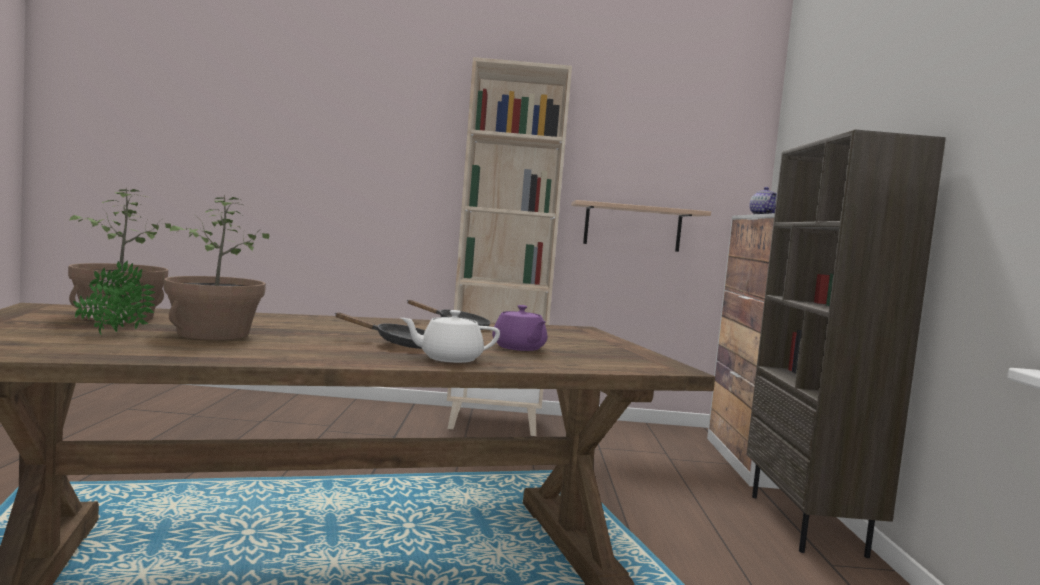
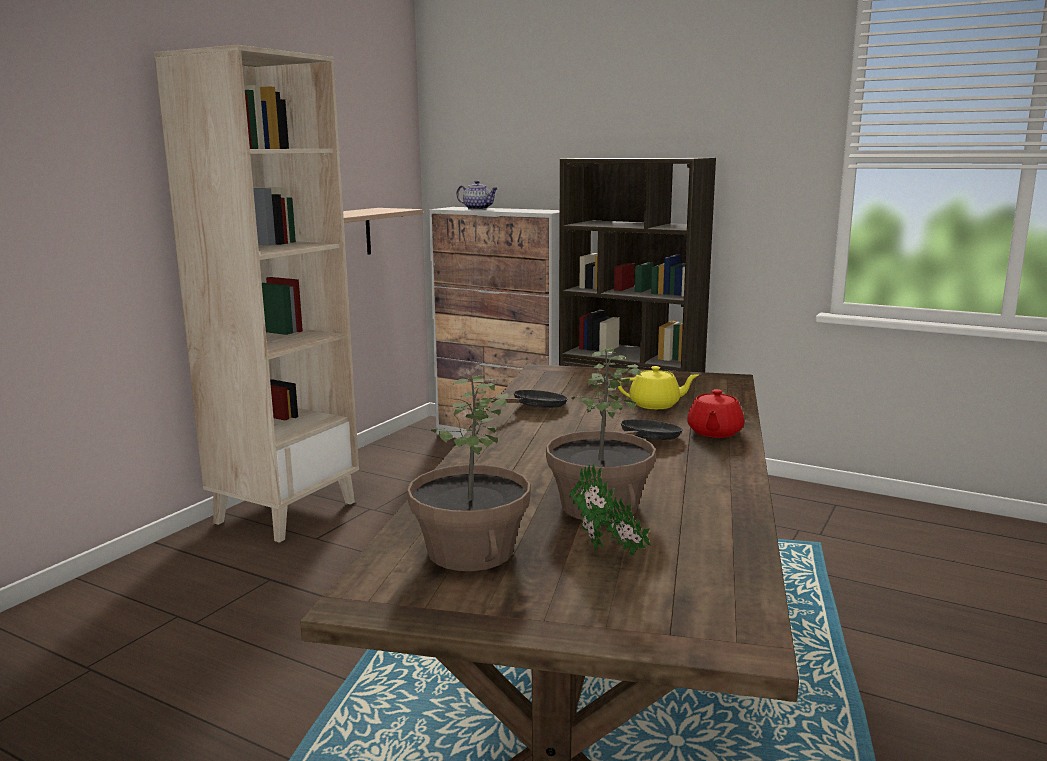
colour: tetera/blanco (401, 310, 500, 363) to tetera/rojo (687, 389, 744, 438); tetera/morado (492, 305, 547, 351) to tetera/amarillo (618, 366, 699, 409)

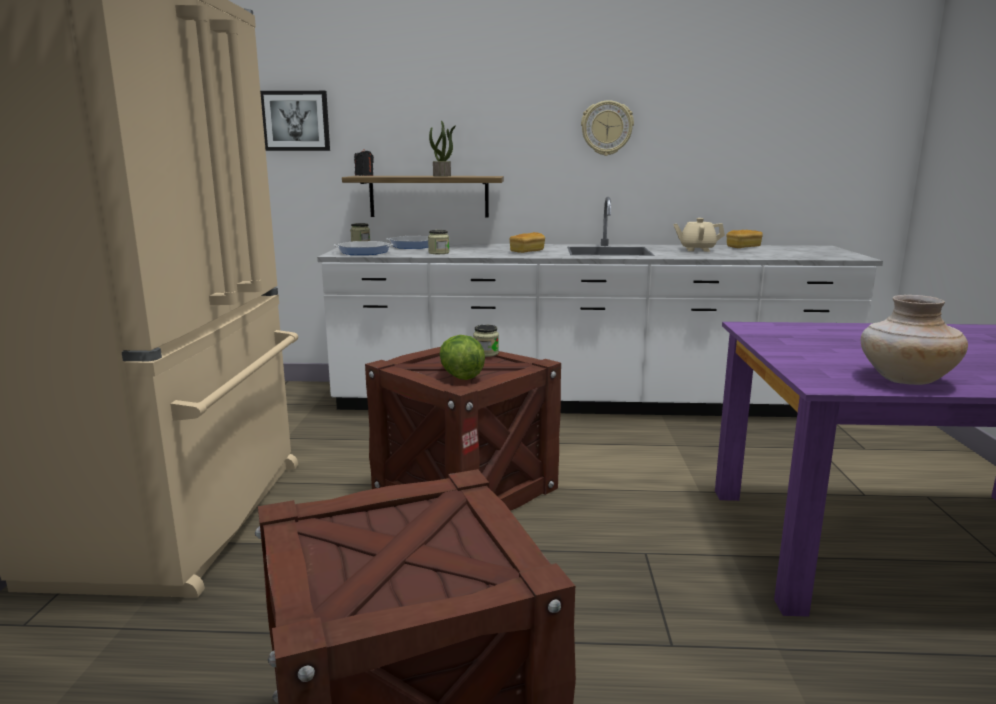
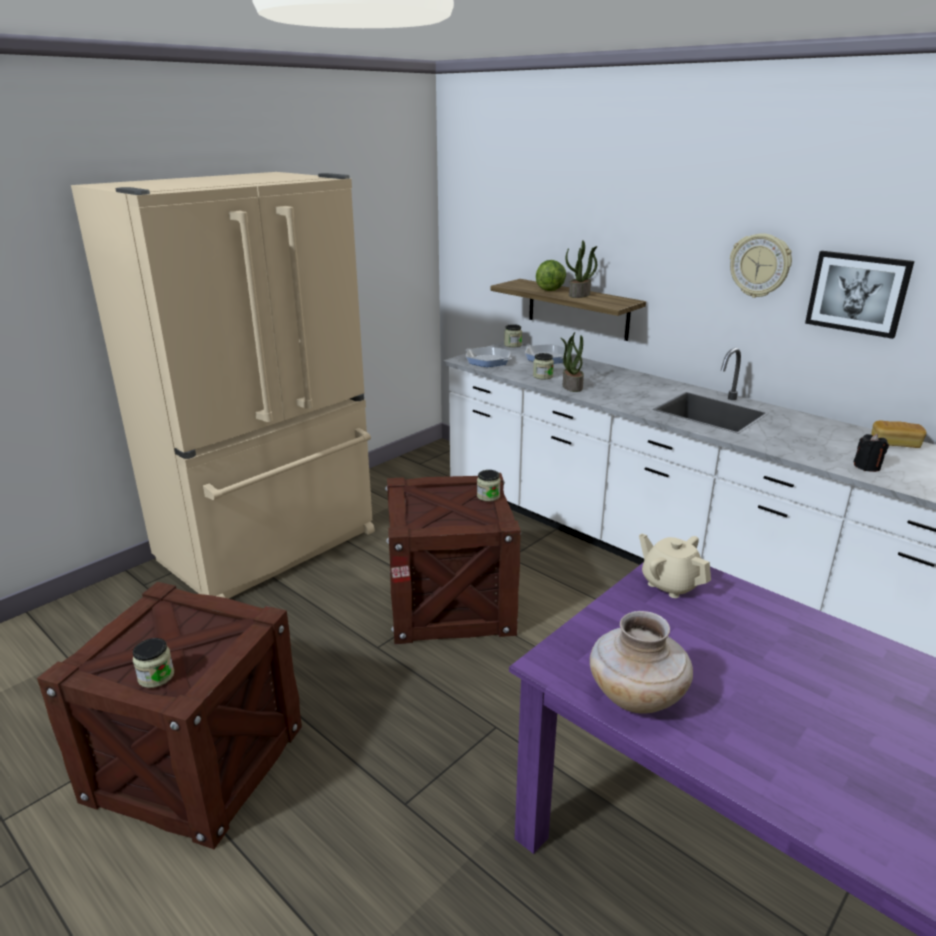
missing: pan (510, 232, 545, 253)
appeared: tarro (133, 638, 174, 688); planta en maceta (561, 332, 584, 392)
relocated: cuadro (260, 91, 330, 151) to (805, 251, 914, 339); vela/negro (354, 149, 374, 176) to (853, 434, 889, 472); lechuga (440, 335, 485, 380) to (536, 260, 566, 291); tetera/beis (673, 218, 725, 252) to (639, 534, 711, 598)

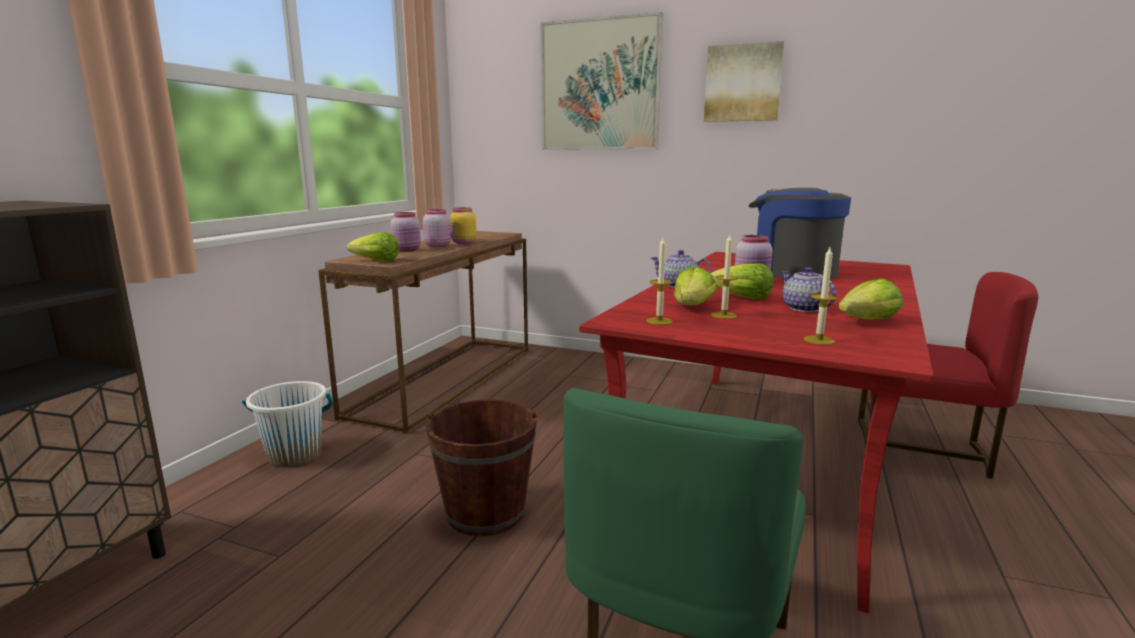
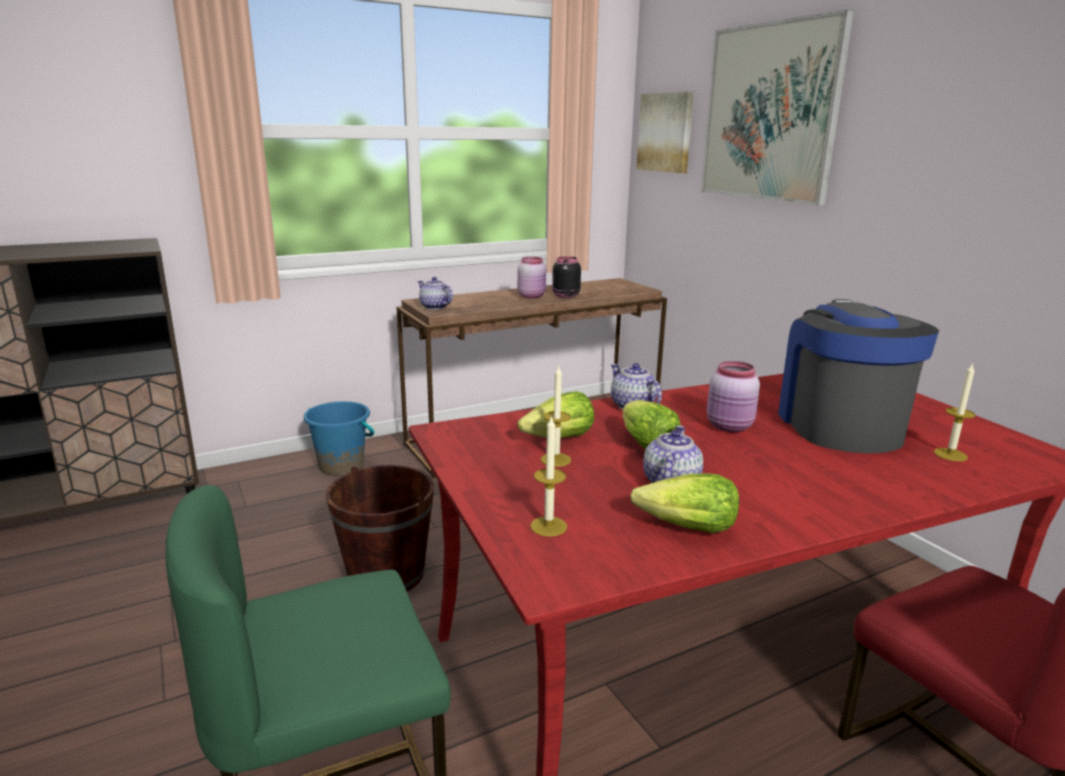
missing: tarro/rosa (391, 212, 421, 252)
relocated: vela (646, 238, 673, 325) to (934, 363, 976, 461); cuadro (704, 41, 784, 122) to (636, 91, 694, 173)
exchanged: lechuga (347, 232, 400, 261) to tetera (417, 277, 453, 310)
colour: cubo/blanco (242, 381, 332, 467) to cubo/azul (304, 401, 374, 476); tarro/amarillo (450, 207, 476, 244) to tarro/negro (552, 256, 581, 298)

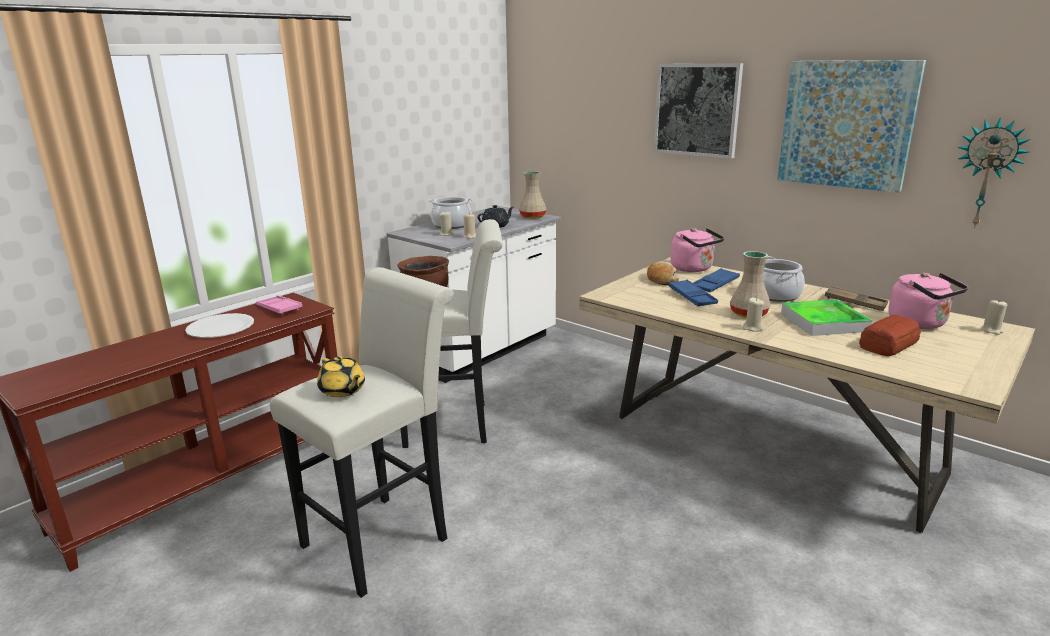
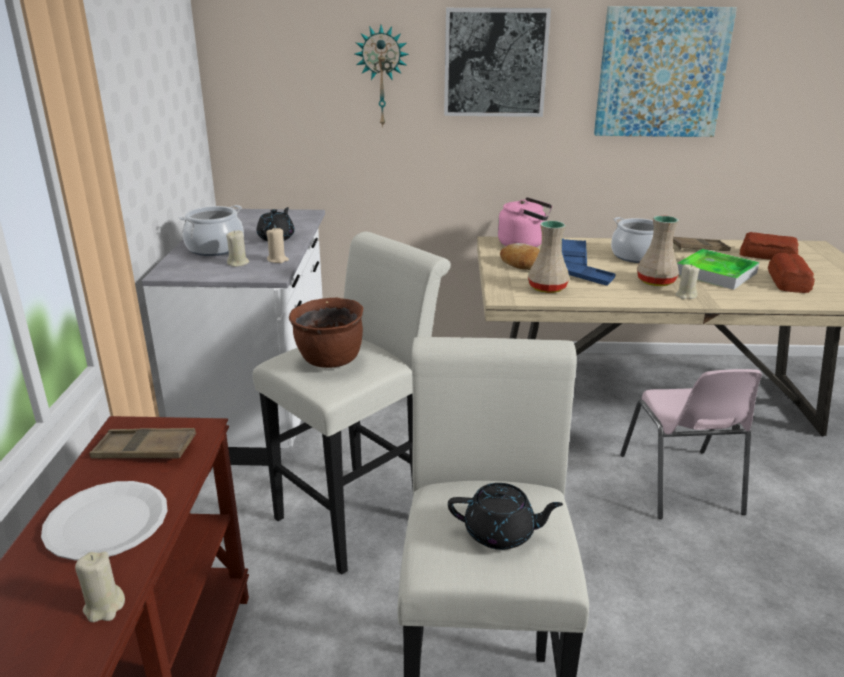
appeared: silla/rosa (620, 369, 762, 519)
relocated: florero/beis (519, 171, 547, 219) to (528, 221, 570, 293); reloj de pared (957, 117, 1030, 228) to (355, 25, 409, 128); vela/beis (981, 299, 1007, 335) to (75, 552, 125, 622)
exchanged: hervidor/rosa (888, 273, 968, 329) to pan (739, 232, 799, 260)
colour: bandeja/rosa (256, 295, 302, 315) to bandeja/marrón (89, 428, 196, 459); tetera/amarillo (317, 356, 365, 397) to tetera/negro (448, 483, 563, 550)

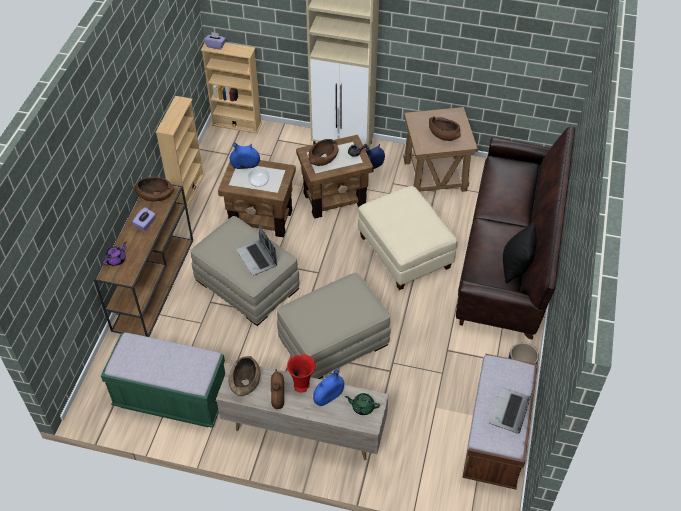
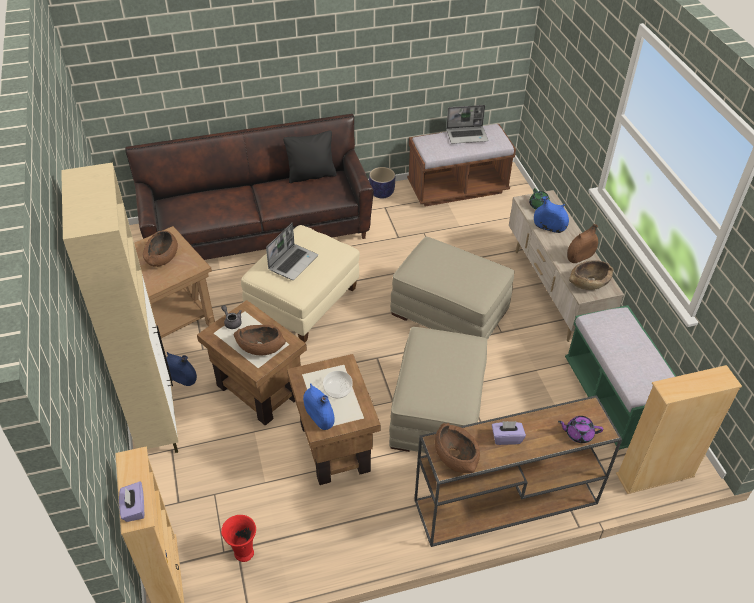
relocated: estantería/beis (156, 96, 205, 210) to (616, 365, 742, 494); portátil (236, 223, 277, 276) to (266, 223, 318, 280); florero/rojo (287, 354, 316, 393) to (221, 515, 256, 562)

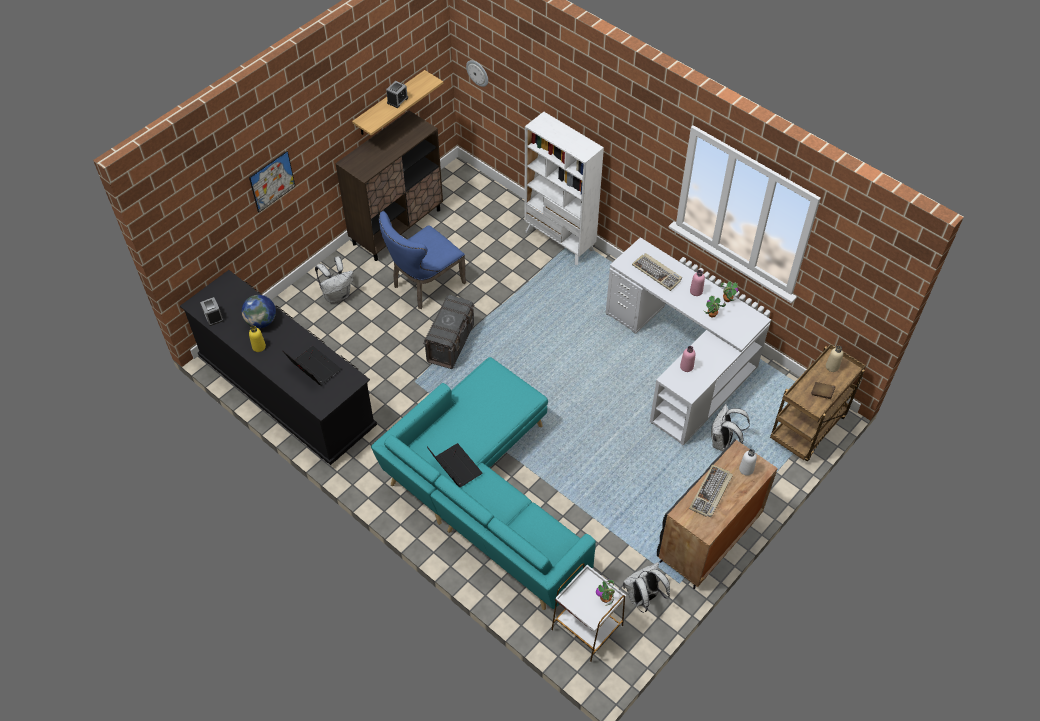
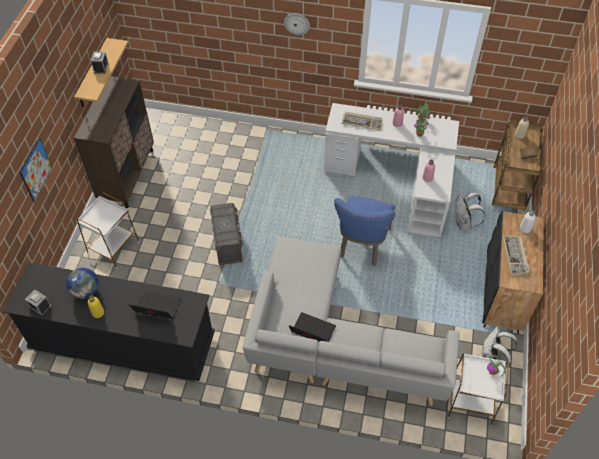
missing: estantería/blanco (524, 112, 604, 265)
relocated: silla/azul (379, 211, 466, 309) to (334, 195, 395, 266); reloj de pared (466, 60, 488, 87) to (284, 13, 310, 35)
exchanged: mochila/blanco (315, 256, 354, 303) to mesa auxiliar/blanco (76, 192, 139, 268)
colour: sofá/turquesa (371, 357, 596, 610) to sofá/gris (243, 237, 460, 406)

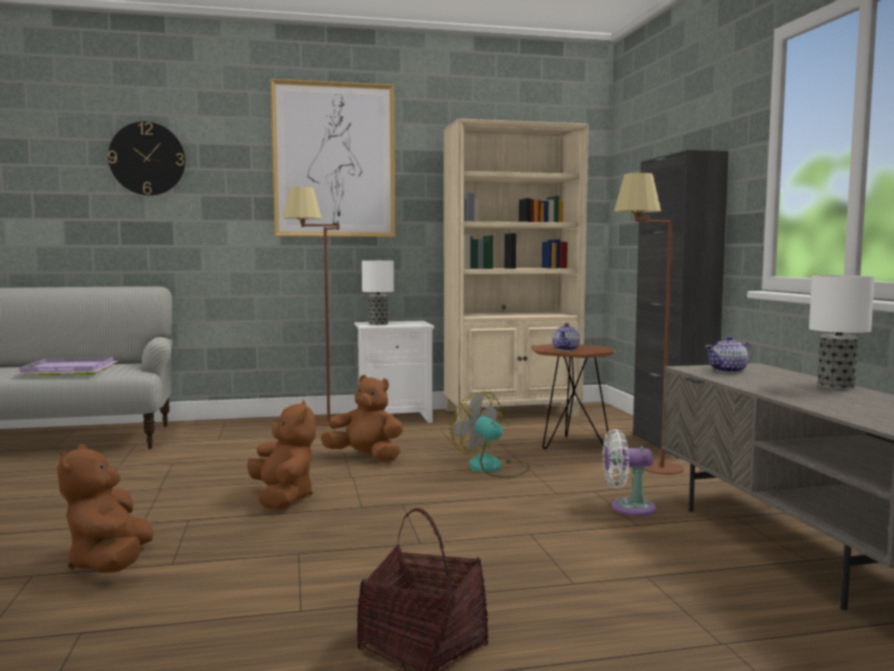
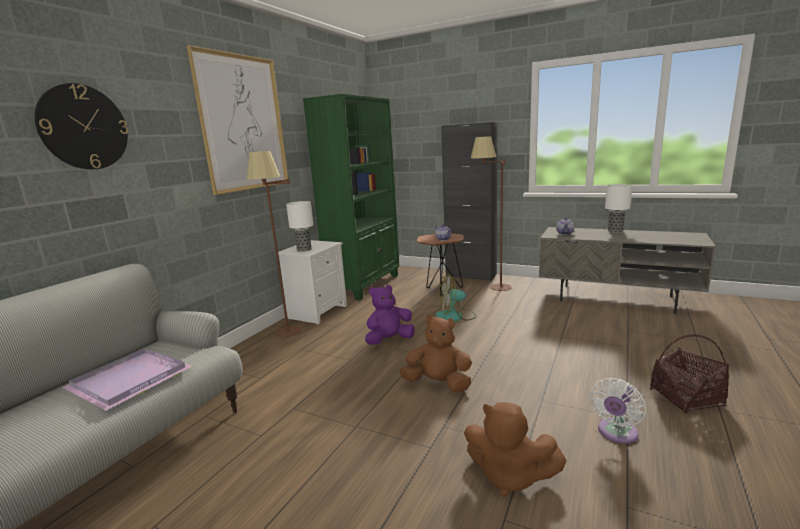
relocated: ventilador/blanco (603, 429, 656, 516) to (590, 378, 646, 444)
colour: peluche/marrón (321, 375, 403, 462) to peluche/morado (365, 285, 415, 345); estantería/beis (444, 118, 589, 421) to estantería/verde (303, 94, 400, 300)

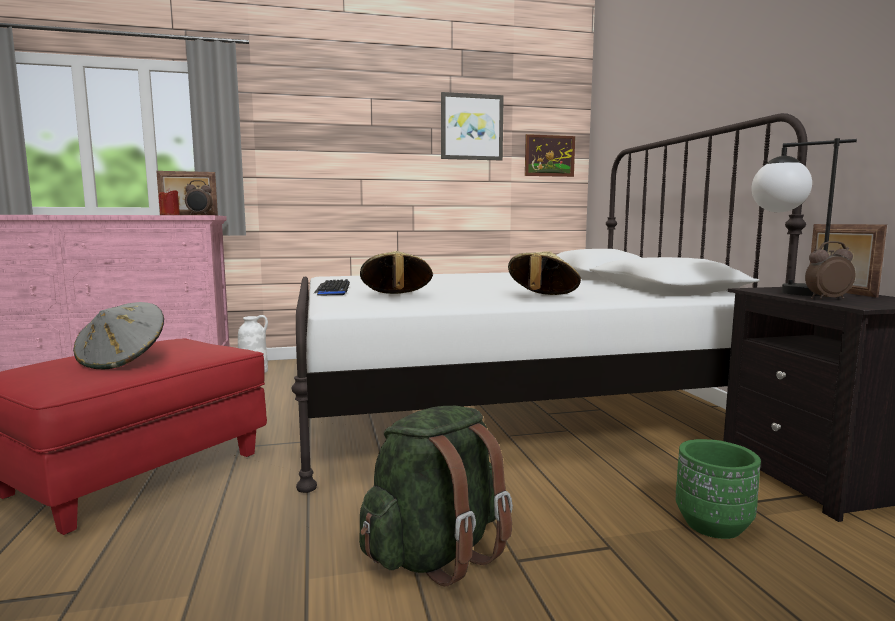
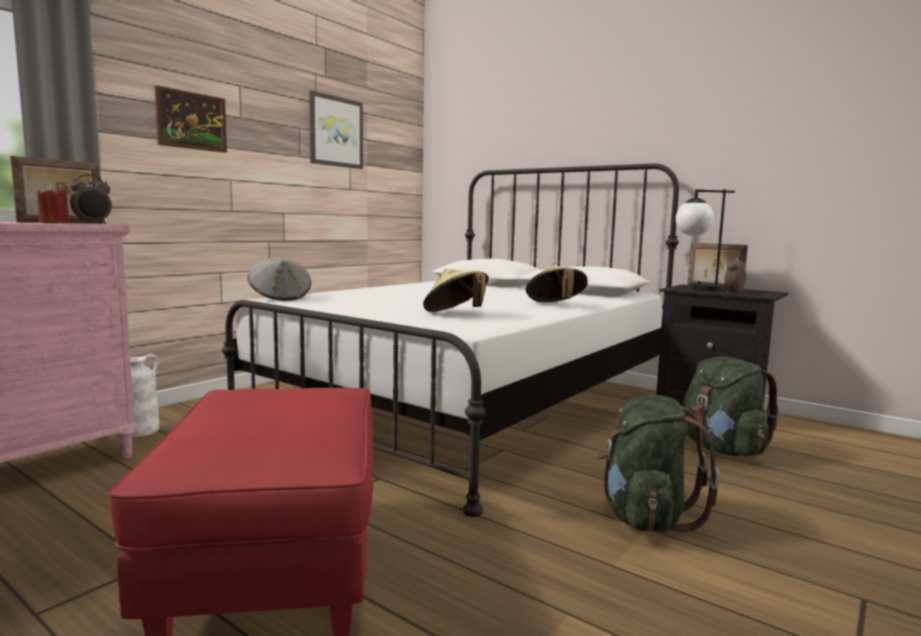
missing: teclado (313, 279, 350, 296)
relocated: sombrero/gris (73, 302, 164, 370) to (247, 258, 311, 301); cuadro (525, 134, 575, 177) to (155, 85, 227, 153)
exchanged: maceta/verde (676, 439, 761, 539) to mochila/verde (682, 356, 780, 456)

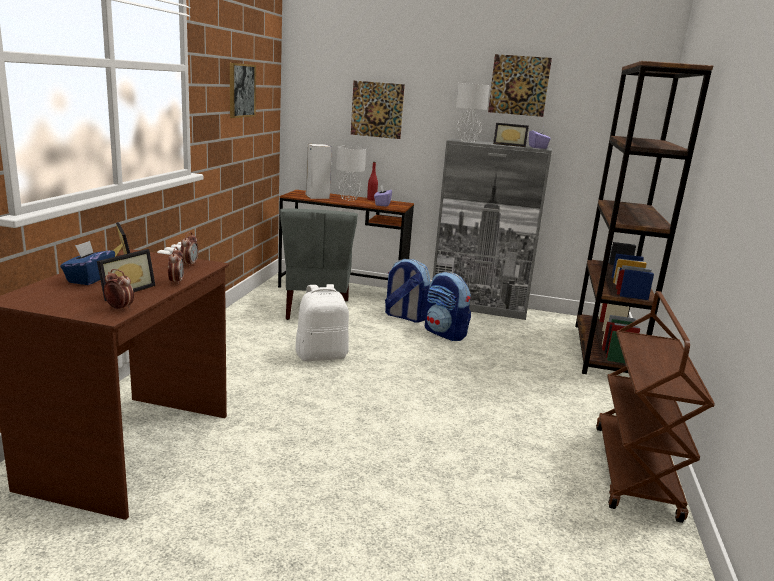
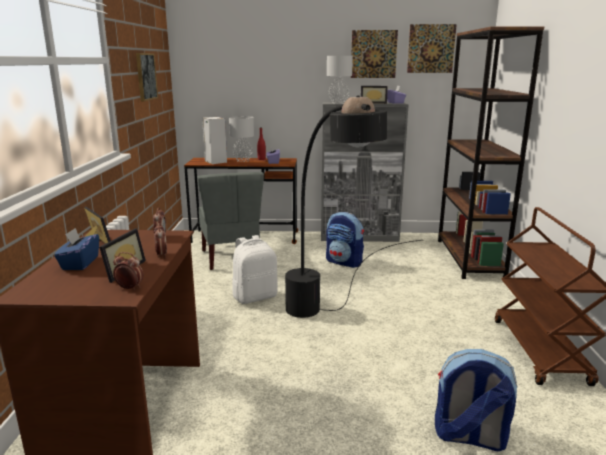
appeared: lámpara de pie/negro (285, 95, 422, 318)
relocated: cuadro (351, 81, 405, 139) to (407, 24, 457, 73); mochila (385, 259, 430, 322) to (435, 349, 517, 451)

